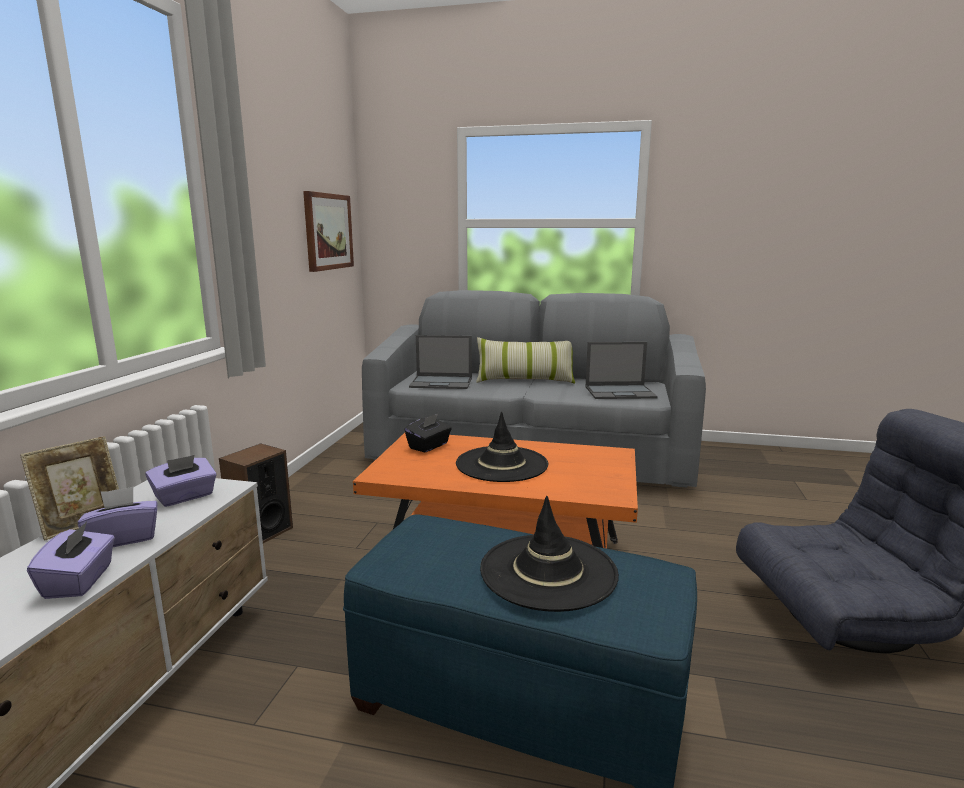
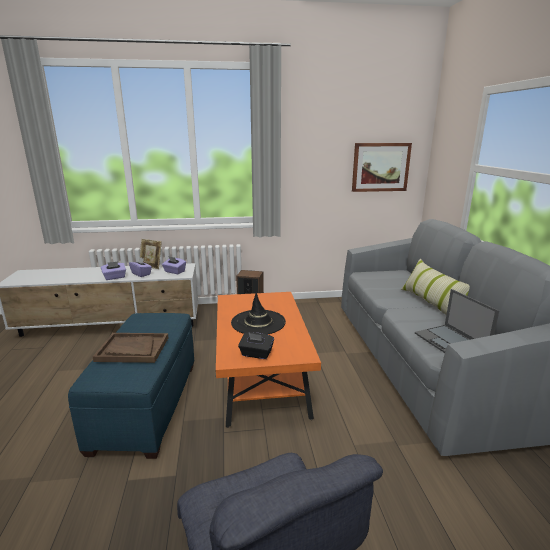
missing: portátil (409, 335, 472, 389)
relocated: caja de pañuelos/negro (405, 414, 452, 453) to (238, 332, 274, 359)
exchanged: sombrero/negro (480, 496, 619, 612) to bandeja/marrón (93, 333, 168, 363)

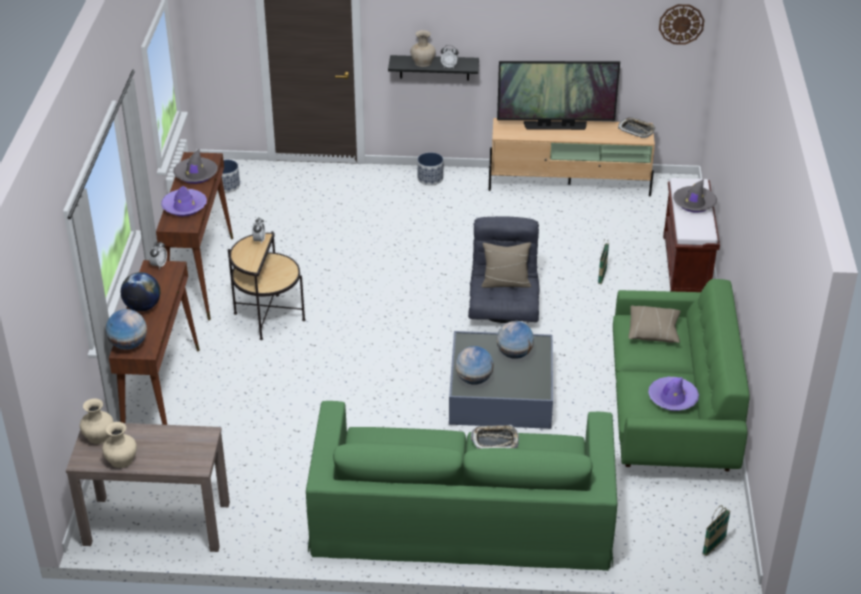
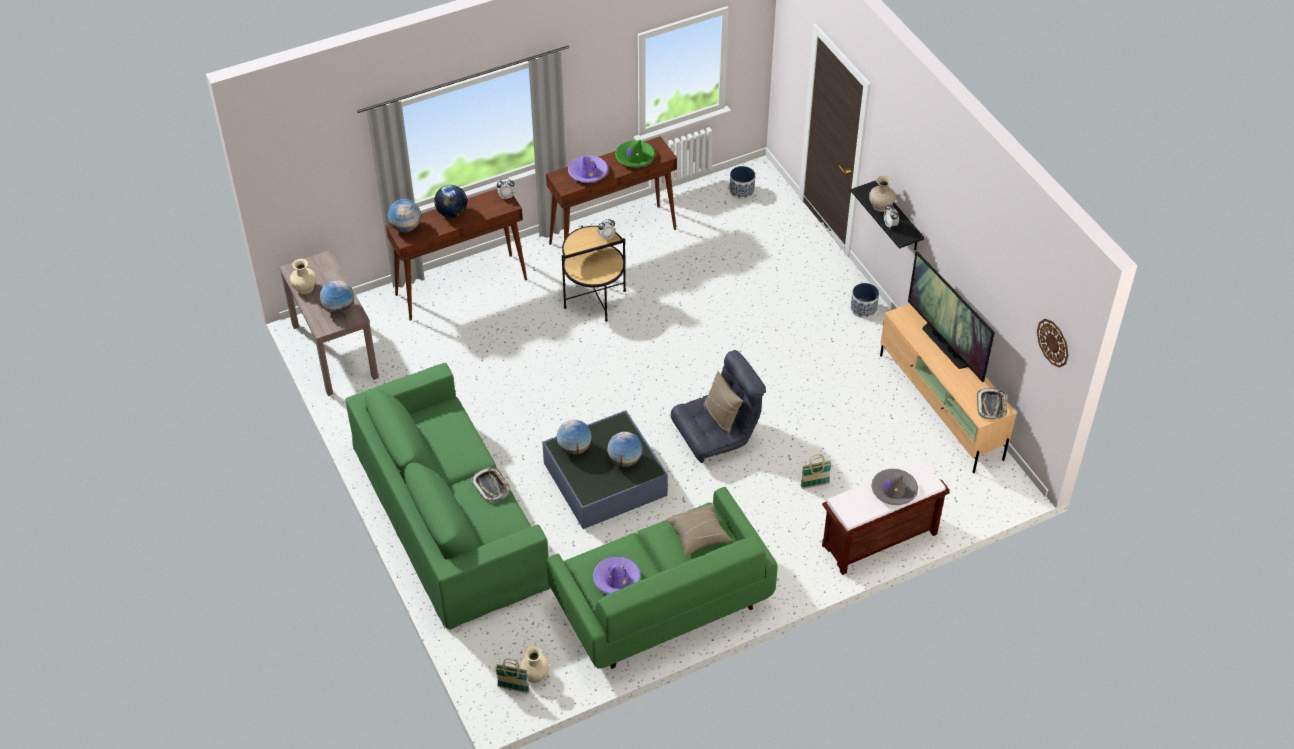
appeared: globo terráqueo (320, 280, 354, 314)
relocated: florero/beis (80, 398, 114, 444) to (520, 646, 550, 683)
colour: sombrero/gris (174, 149, 218, 184) to sombrero/verde (615, 140, 655, 168)

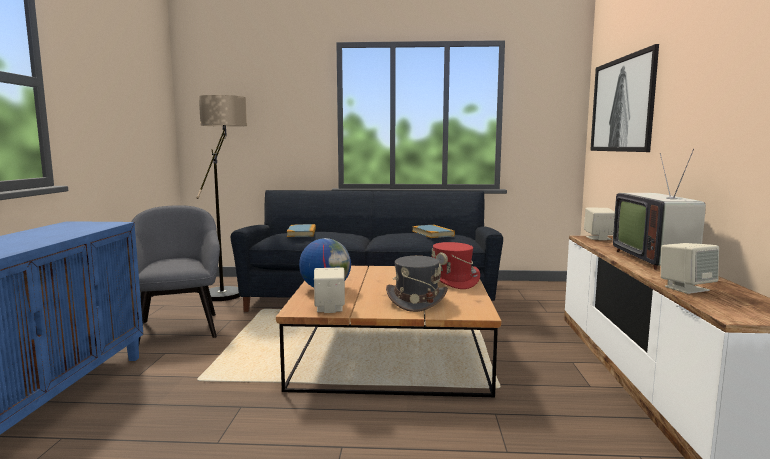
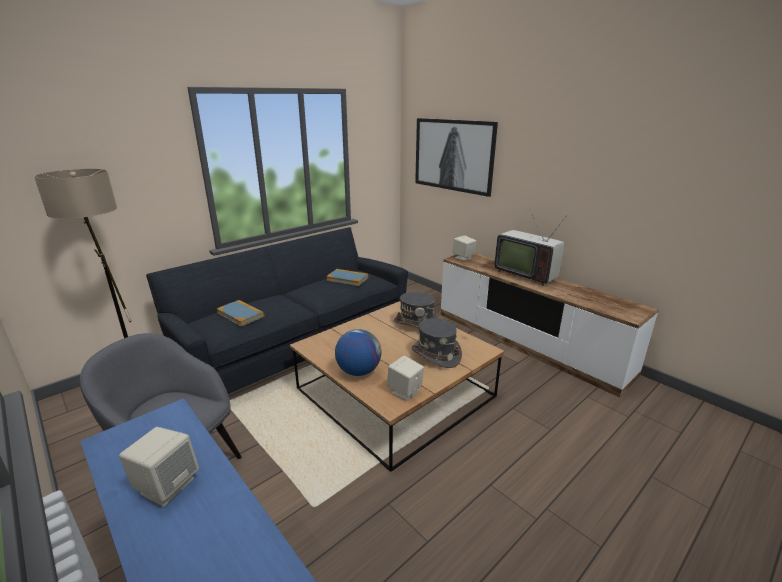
relocated: altavoz/beis (661, 243, 719, 294) to (119, 427, 199, 507)
colour: sombrero/rojo (431, 242, 480, 289) to sombrero/gris (394, 292, 439, 328)

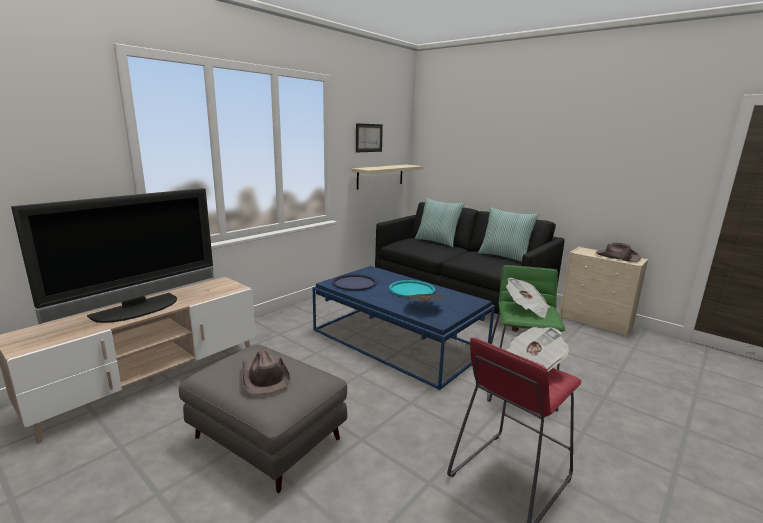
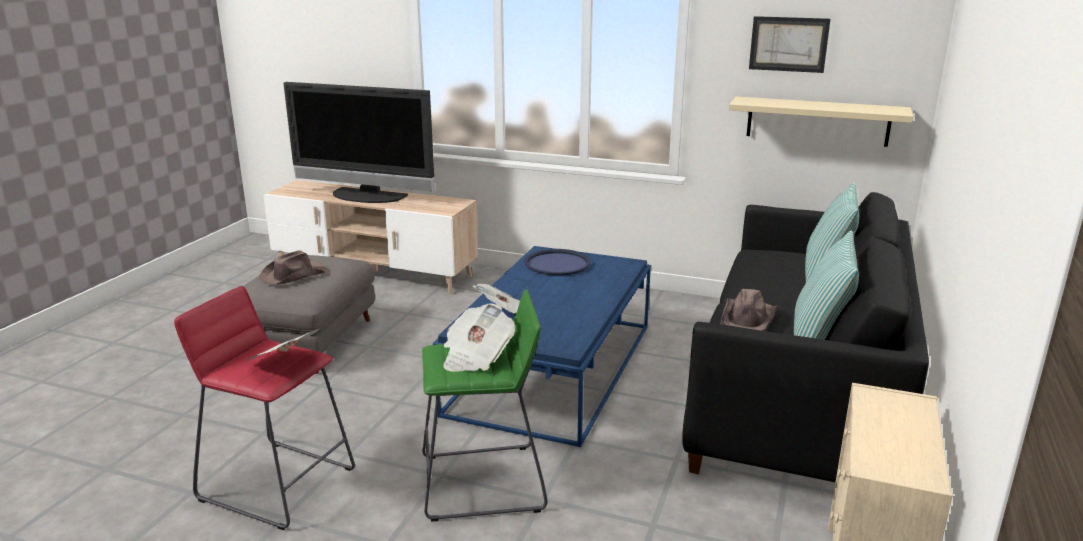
missing: bandeja/turquesa (389, 280, 435, 298)
relocated: sombrero/marrón (596, 242, 641, 262) to (720, 289, 778, 331)

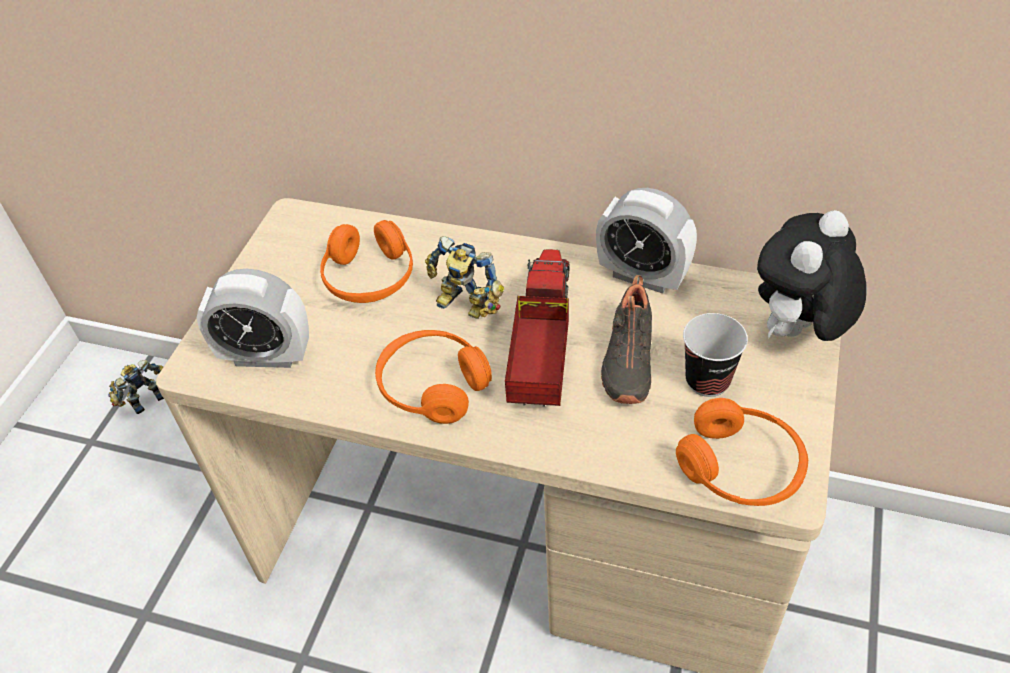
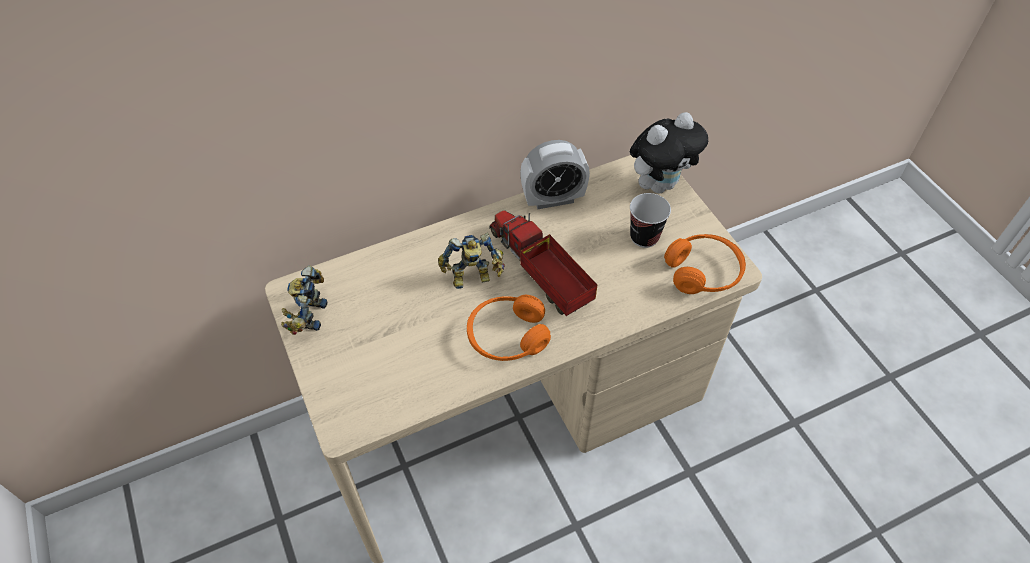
missing: despertador (197, 269, 309, 368); auriculares/naranja (320, 220, 413, 303); zapato/negro (601, 275, 652, 404)
relocated: robot de juguete (108, 360, 164, 414) to (281, 265, 328, 335)
spun: peluche (757, 210, 867, 341) = (630, 112, 708, 194) 120 degrees counterclockwise

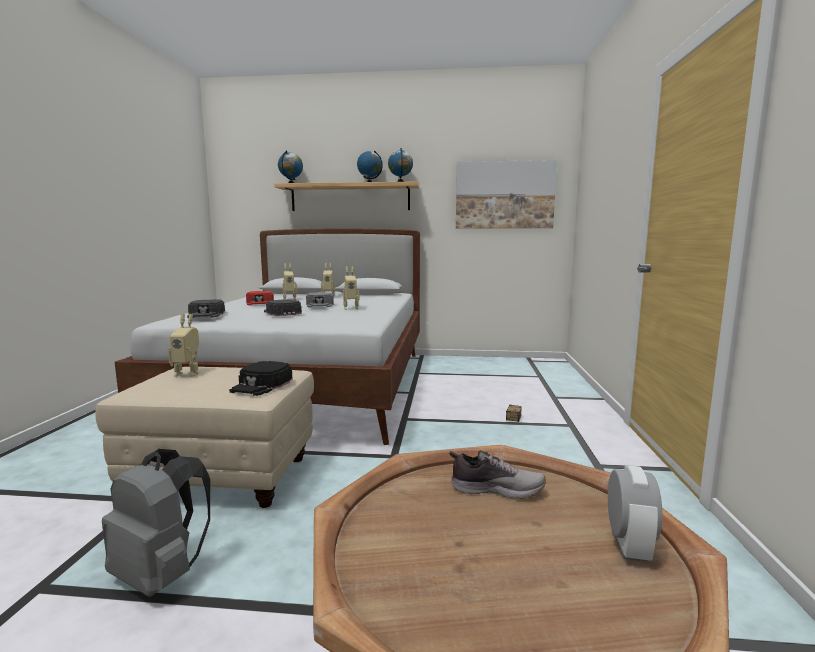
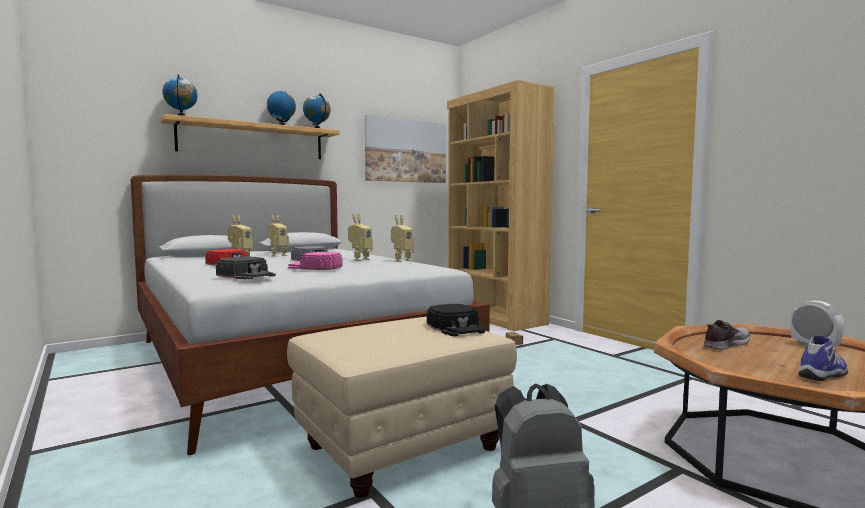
appeared: estantería/marrón (447, 80, 555, 331); zapato (798, 336, 848, 381)
relocated: robot de juguete (168, 314, 199, 377) to (391, 215, 414, 262)
colour: gorra/negro (264, 299, 302, 316) to gorra/rosa (288, 252, 343, 270)

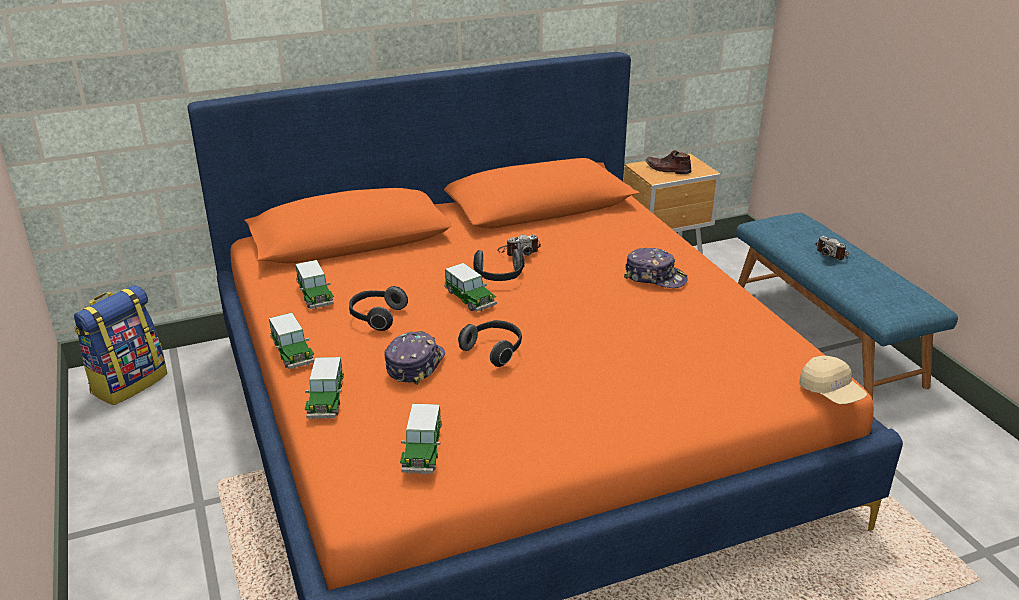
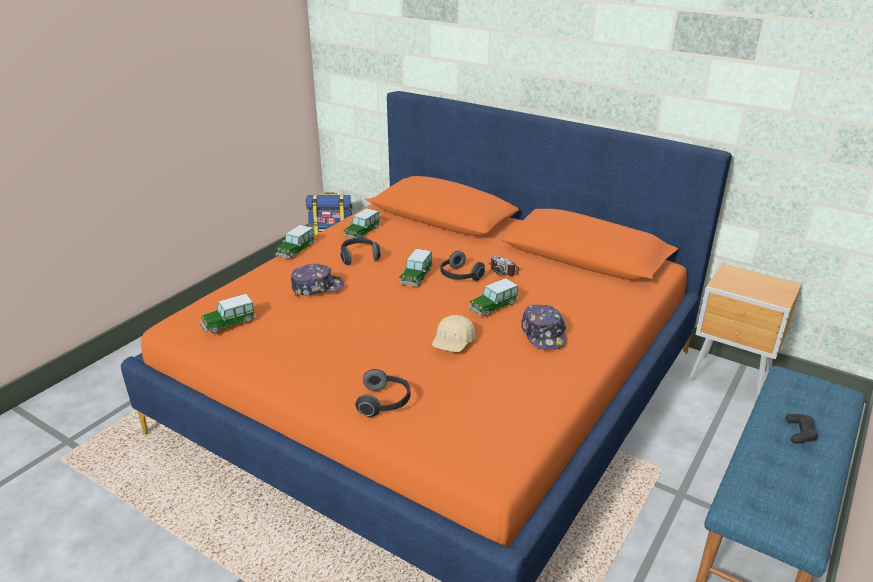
missing: zapato/marrón (646, 150, 692, 174)
relocated: coche de juguete (305, 357, 344, 420) to (468, 278, 518, 317); auriculares (458, 320, 522, 367) to (355, 369, 411, 417); gorra/beis (799, 355, 867, 404) to (432, 315, 475, 352)
exchanged: cámara (815, 236, 849, 260) to mando de consola/negro (785, 414, 818, 444)

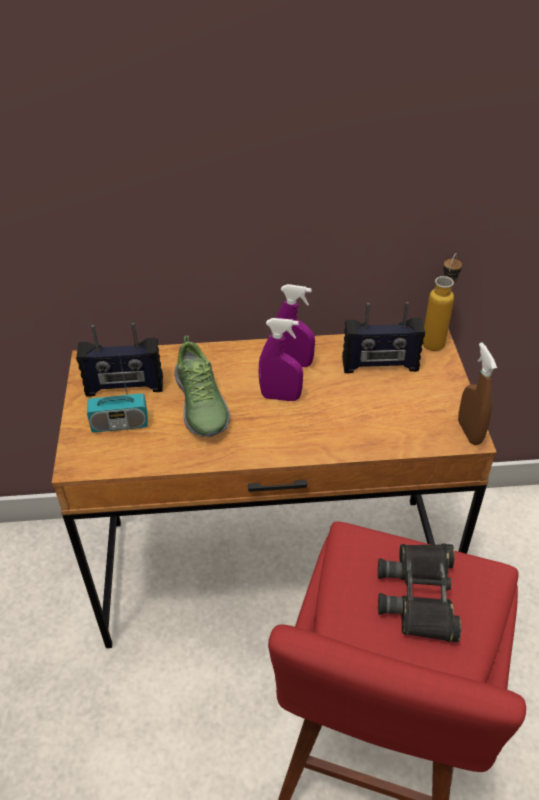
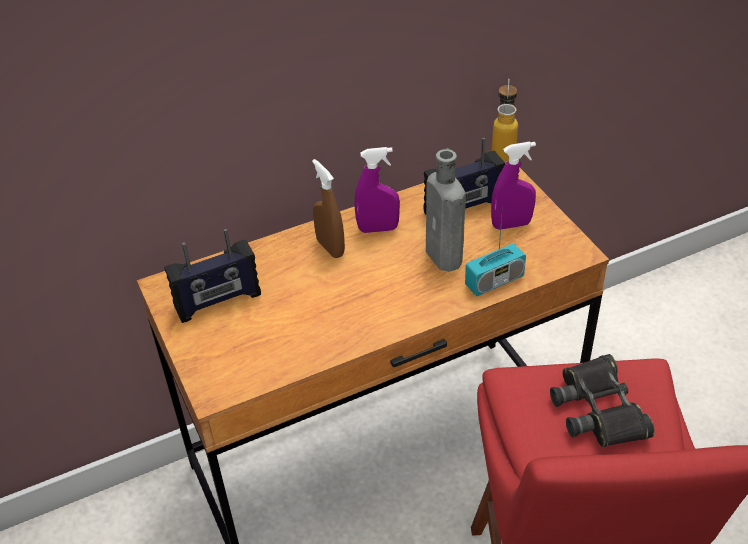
missing: zapato (174, 336, 230, 437)
appeared: botella/gris (426, 149, 466, 271)
relocated: radio (87, 355, 148, 433) to (465, 205, 526, 296); pulverizador/morado (259, 318, 303, 401) to (491, 142, 536, 230); pulverizador/marrón (458, 342, 497, 445) to (312, 159, 345, 258)

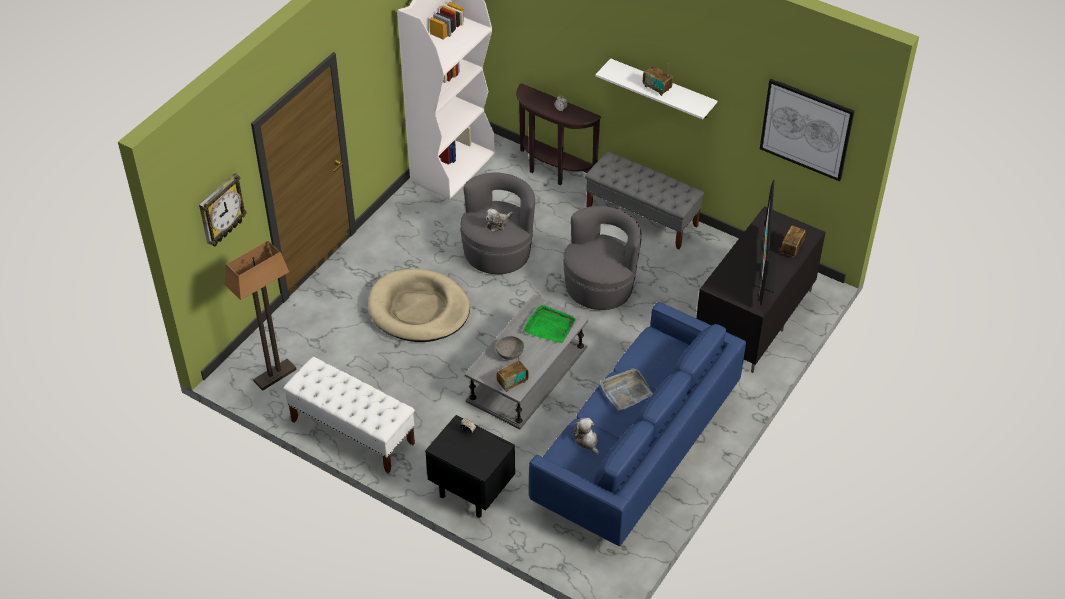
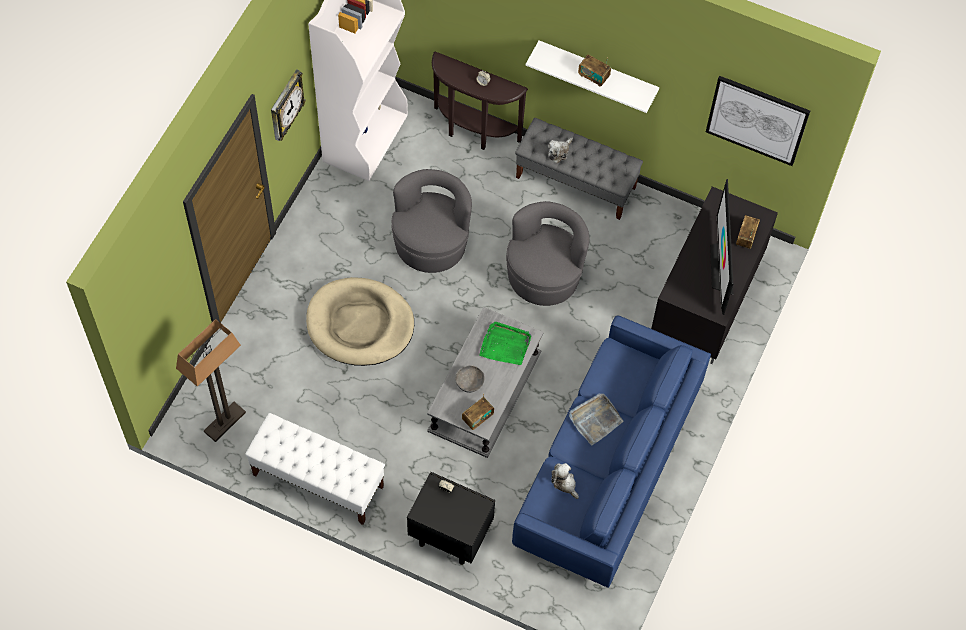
relocated: reloj de pared (199, 173, 247, 246) to (271, 69, 306, 141); peluche (486, 208, 513, 232) to (548, 137, 573, 163)

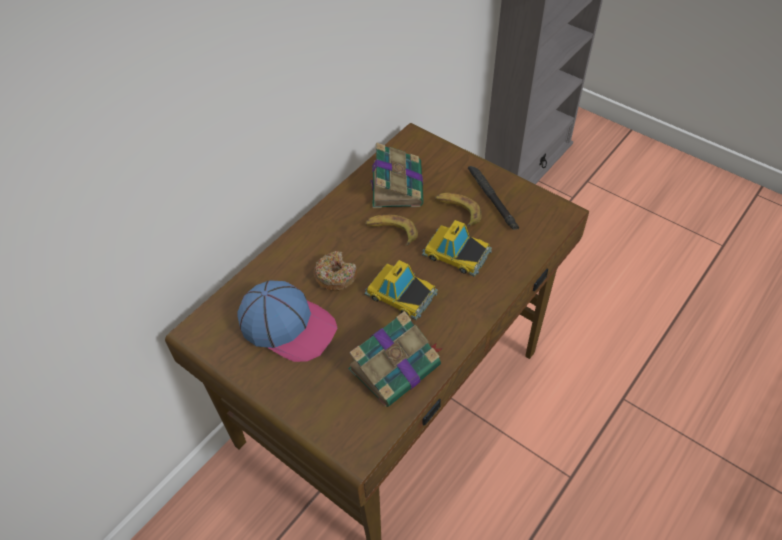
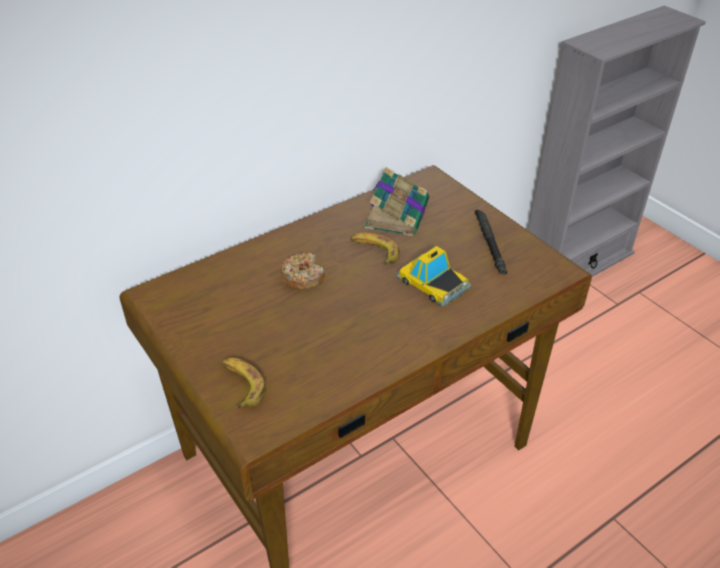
missing: gorra (237, 280, 338, 362); libro (348, 311, 443, 407); coche de juguete (364, 260, 438, 320)
relocated: plátano (435, 193, 482, 227) to (222, 358, 266, 408)

